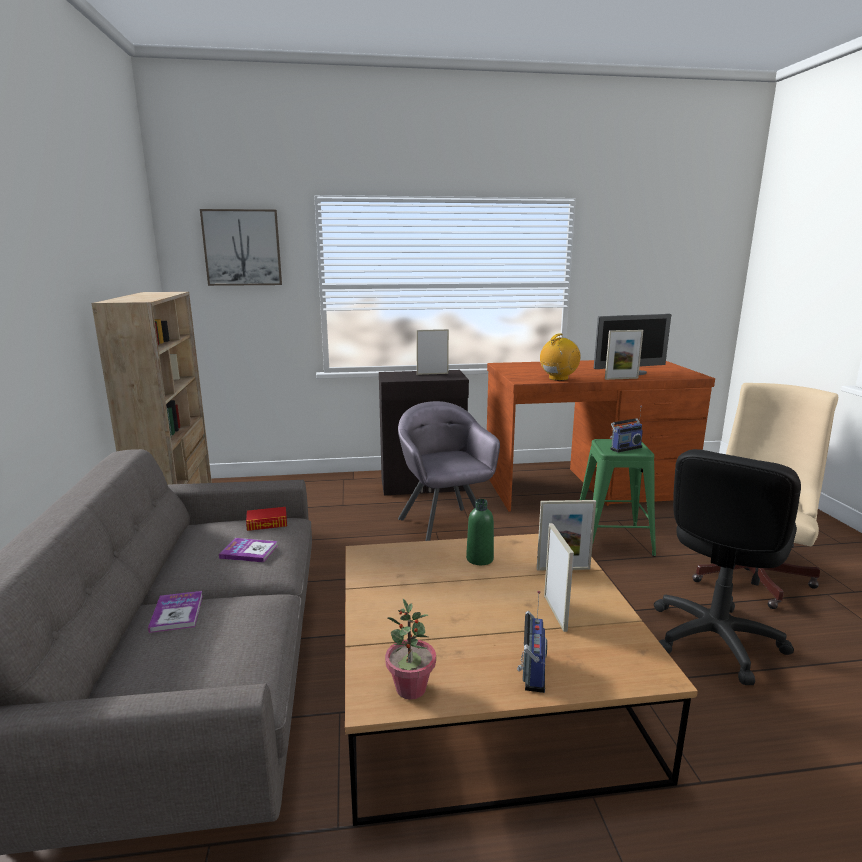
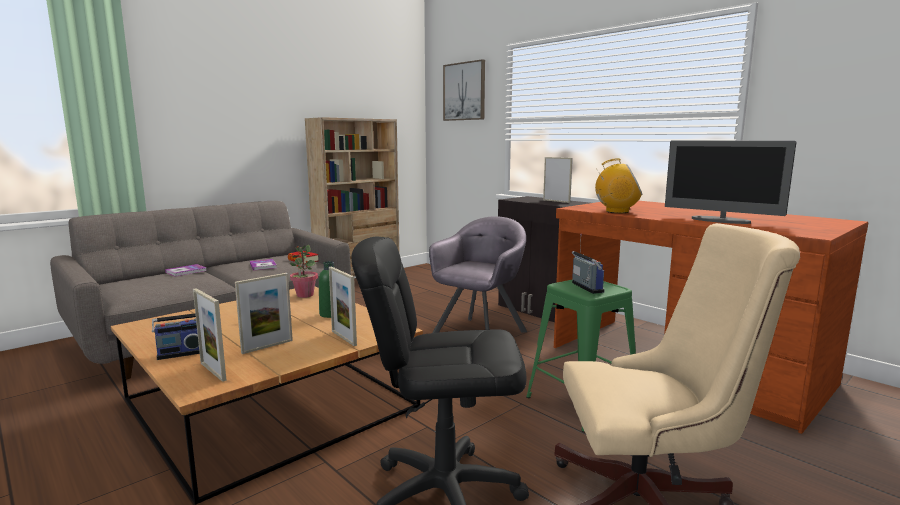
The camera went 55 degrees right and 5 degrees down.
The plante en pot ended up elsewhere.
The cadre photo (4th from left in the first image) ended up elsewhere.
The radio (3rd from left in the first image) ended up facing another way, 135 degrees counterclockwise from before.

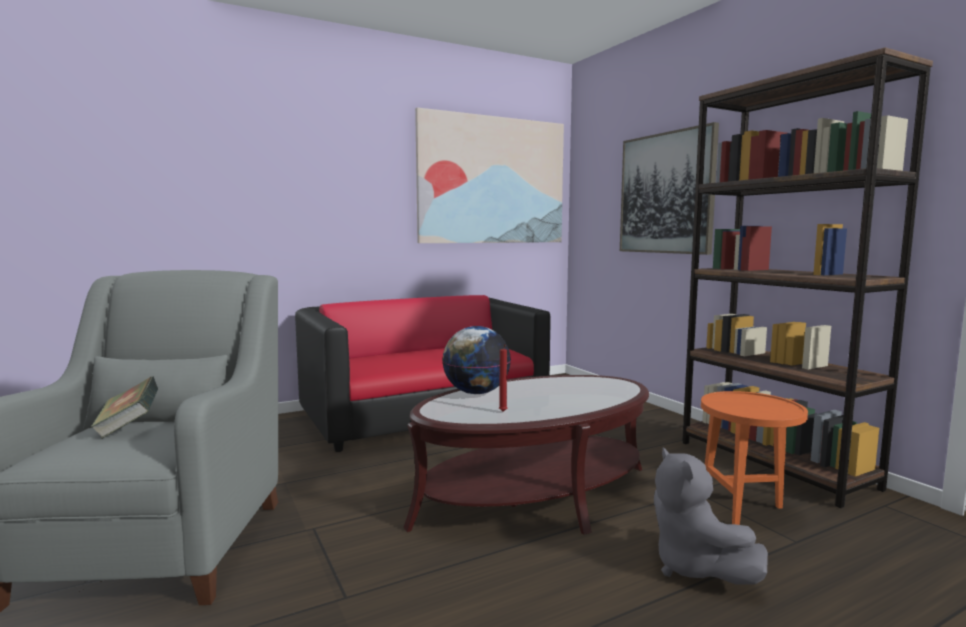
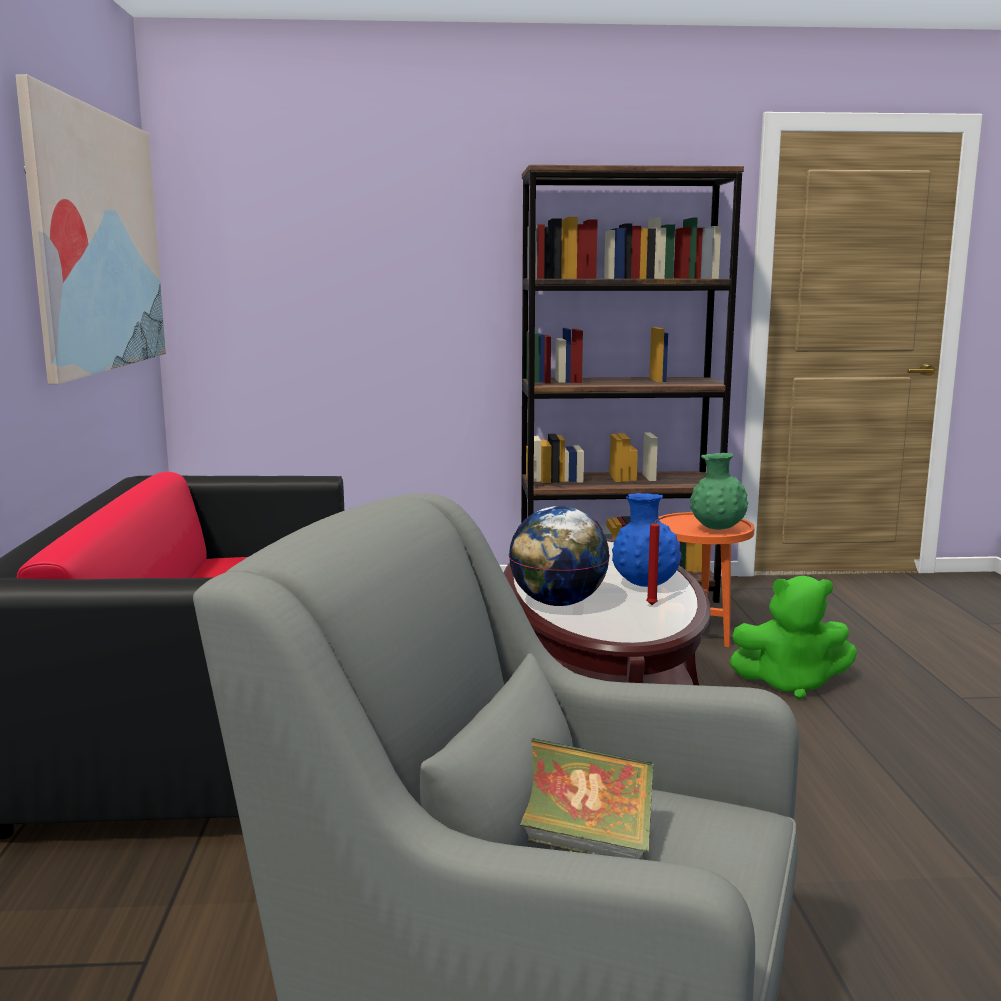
The camera went 65 degrees left and 5 degrees up.
The second view lost the tableau (2nd from left).
What was the peluche/gris turned into the peluche/vert.
The second view gained the vase/bleu.
The second view gained the vase/vert.

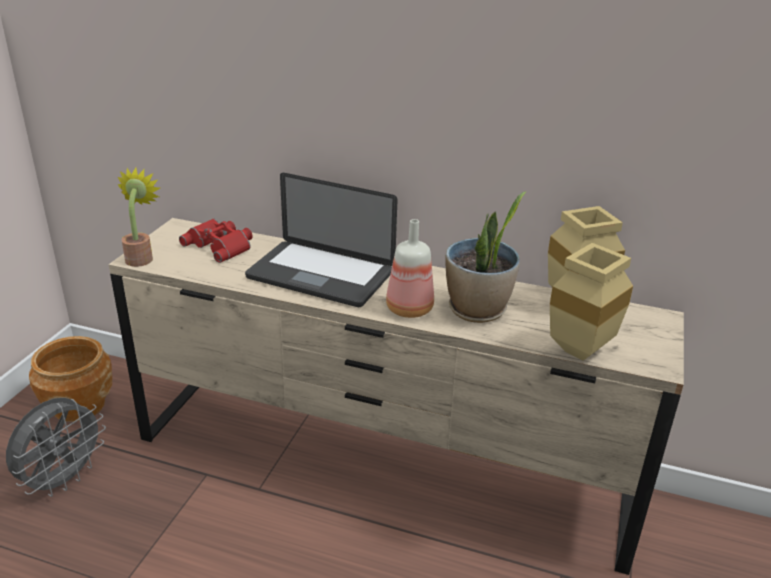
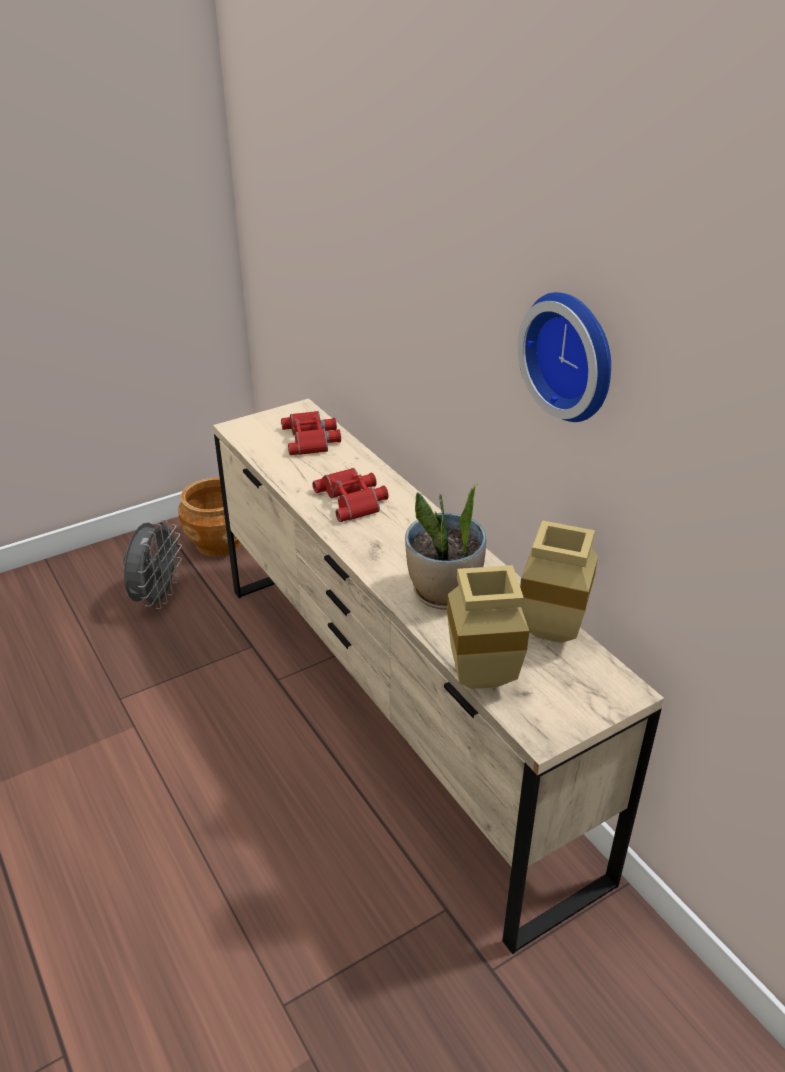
The camera went 40 degrees right and 5 degrees up.
The ventilateur/gris ended up facing another way, 60 degrees counterclockwise from before.
The second view lost the plante en pot (1st from left).
Where the ordinateur portable stood, the jumelles/rouge (2nd from left) came to stand.
The second view lost the bouteille.
The second view gained the horloge murale.

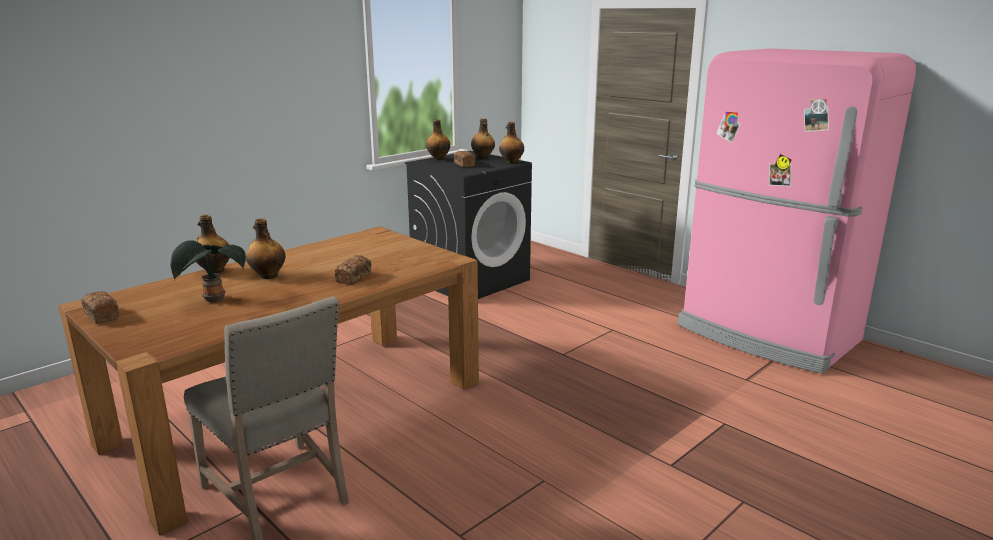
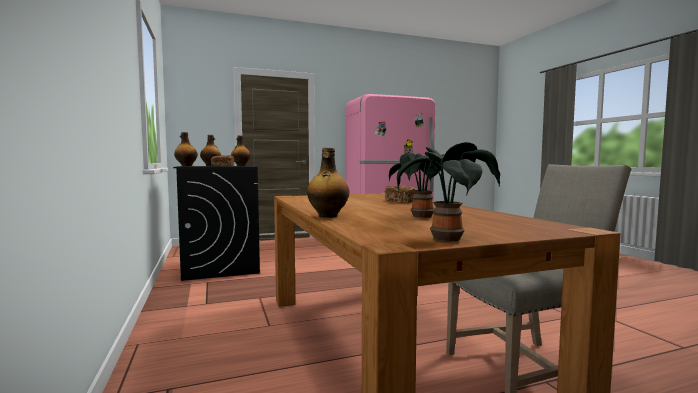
The camera went 65 degrees left and 15 degrees down.
Where the pain (1st from left) stood, the plante en pot (2nd from left) came to stand.
The second view lost the bouteille (2nd from left).

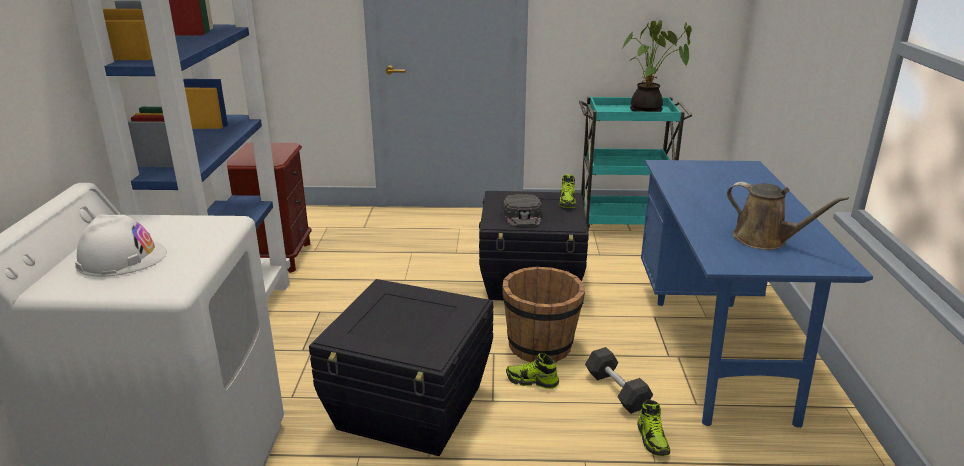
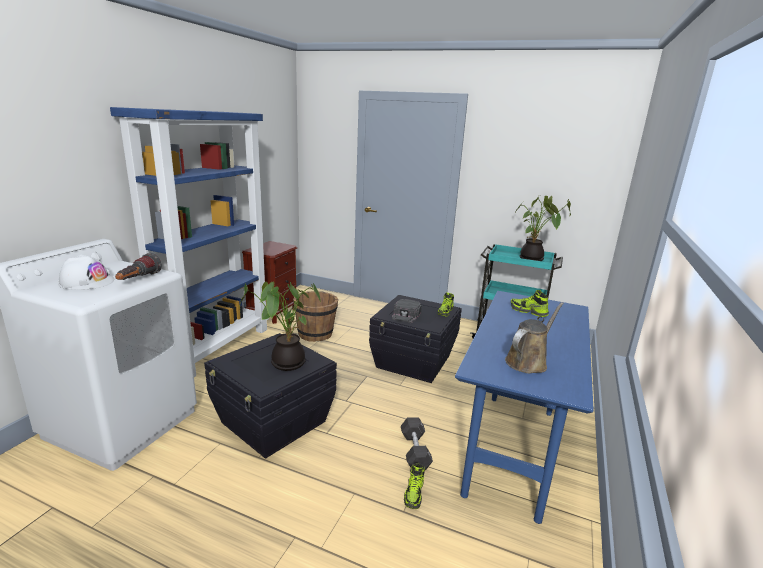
The camera went 20 degrees right and 5 degrees down.
The seau/marron ended up elsewhere.
The chaussure (1st from left in the first image) ended up elsewhere.
The arrosoir/marron ended up facing another way, 105 degrees counterclockwise from before.
The second view gained the lampe de poche.
The second view gained the plante en pot (1st from left).

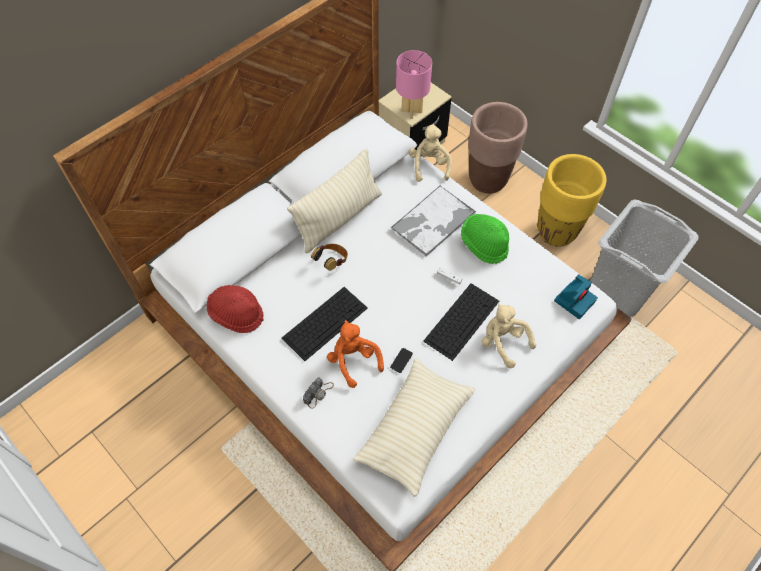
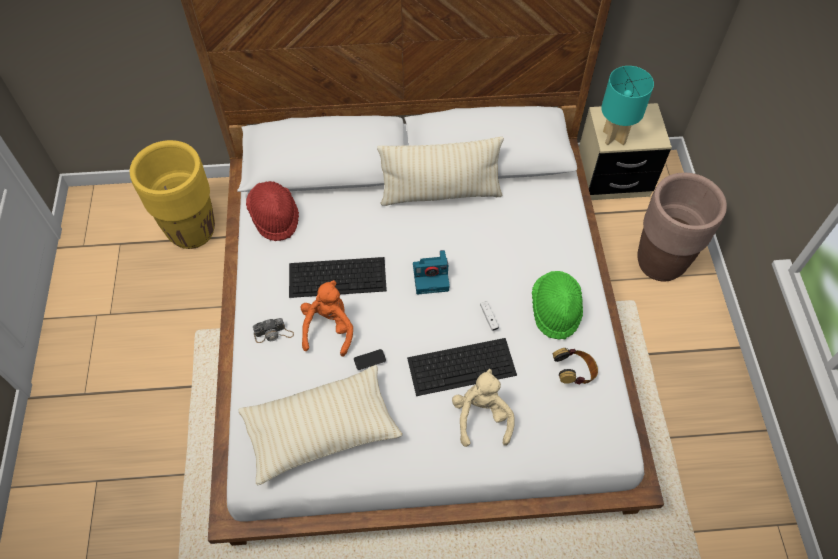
The camera went 40 degrees right and 0 degrees up.
The casque audio ended up elsewhere.
The second view lost the plateau.
What was the lampe de table/rose turned into the lampe de table/turquoise.
The second view lost the peluche/beige (1st from left).
The cache-pot/jaune ended up elsewhere.
The appareil photo (2nd from left) ended up elsewhere.
The second view lost the panier à linge/gris.

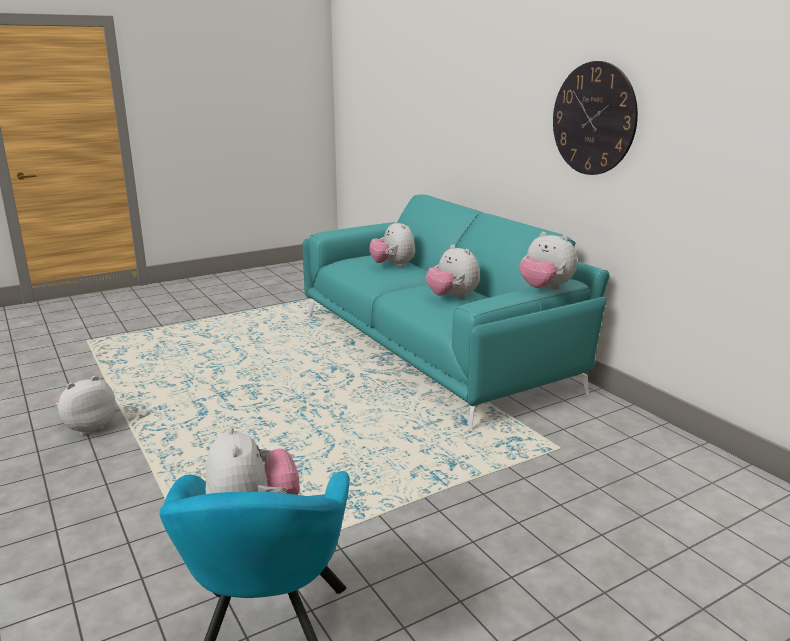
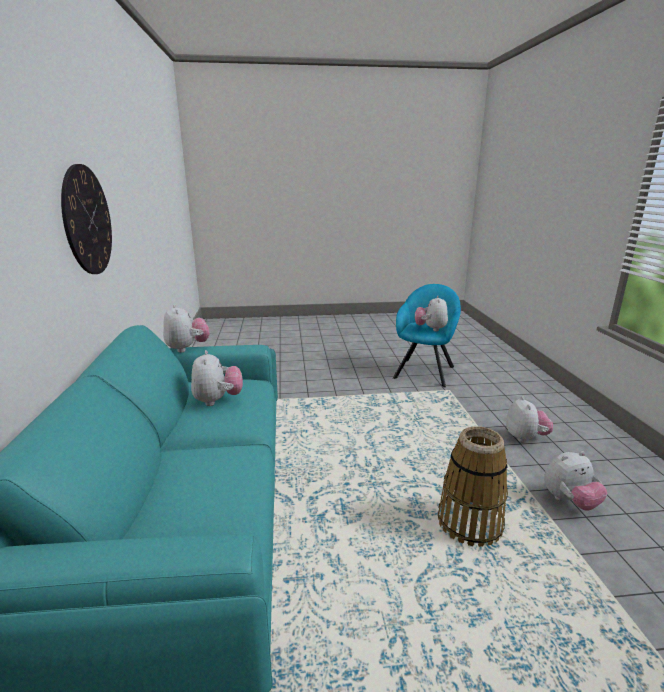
The camera went 155 degrees left and 0 degrees up.
The peluche (3rd from left in the first image) ended up elsewhere.
The second view gained the panier.

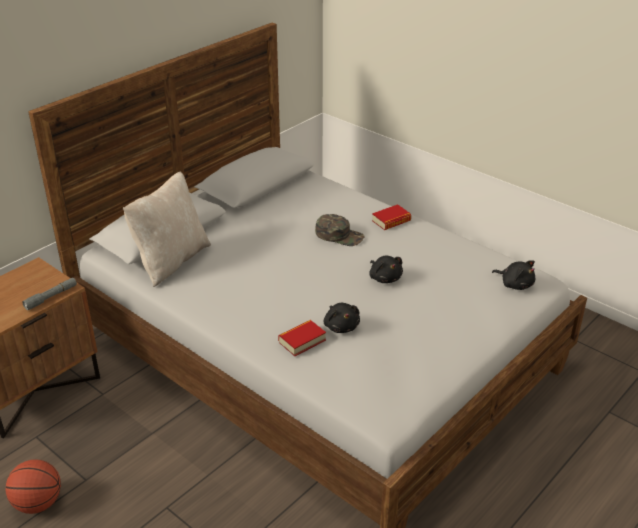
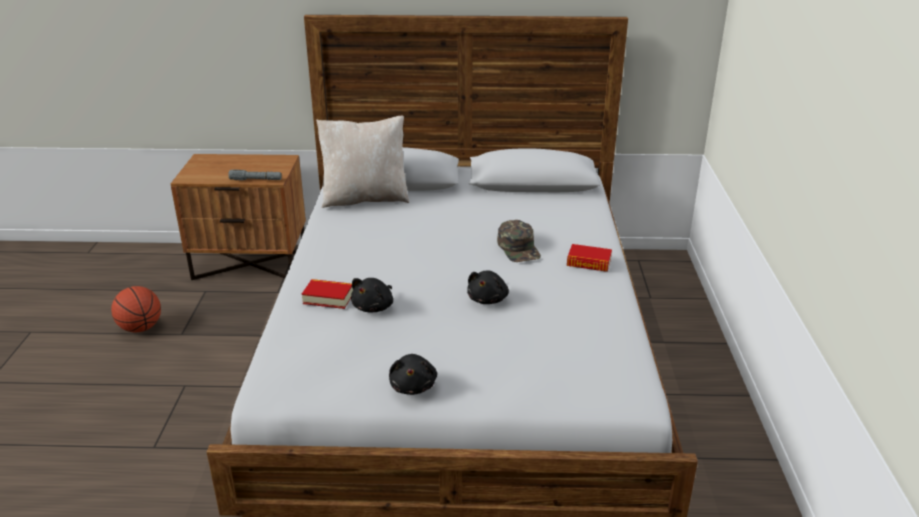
The camera went 50 degrees right and 5 degrees down.
The peluche/noir (3rd from left in the first image) ended up elsewhere.

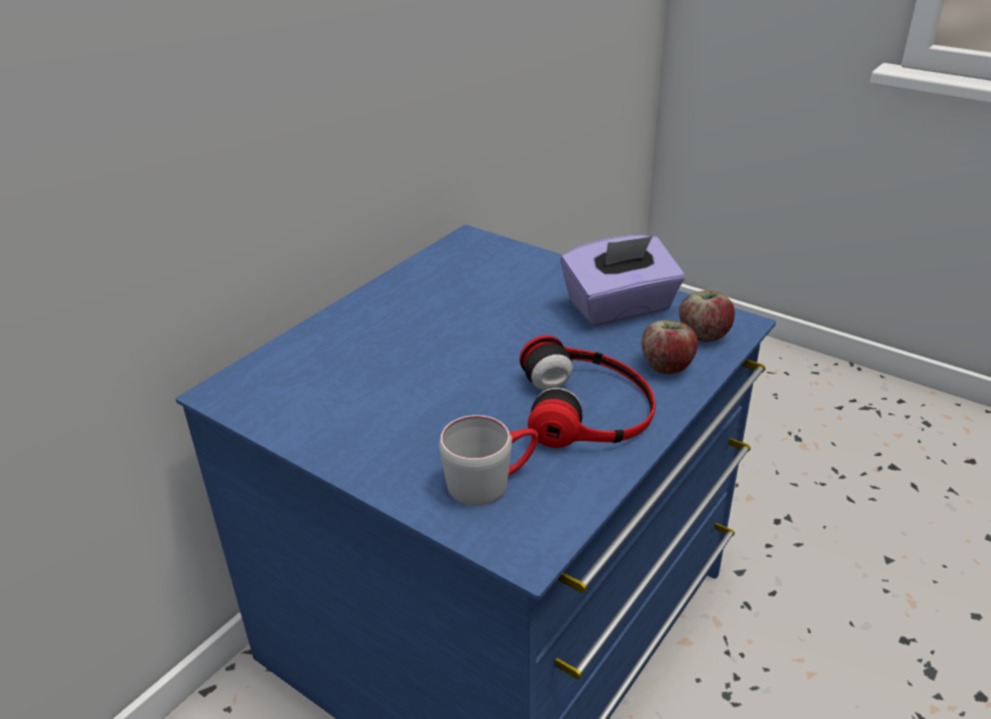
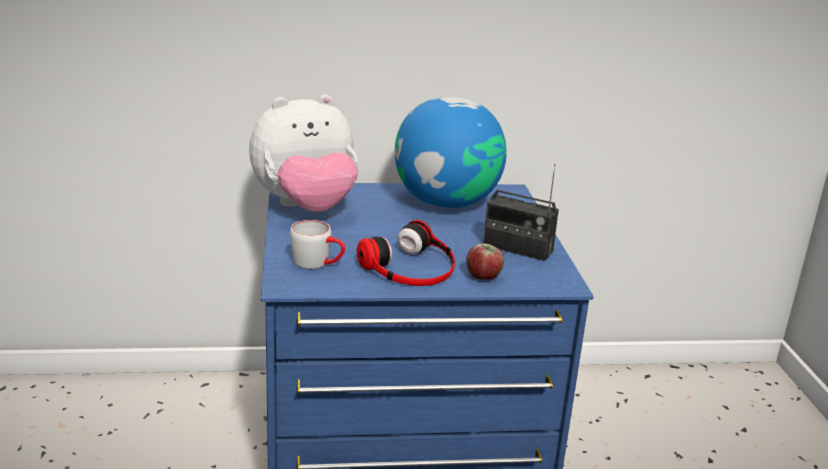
The camera went 45 degrees right and 10 degrees down.
Where the boîte à mouchoirs/violet stood, the radio came to stand.
The second view lost the pomme (2nd from left).
The second view gained the peluche.
The second view gained the globe.

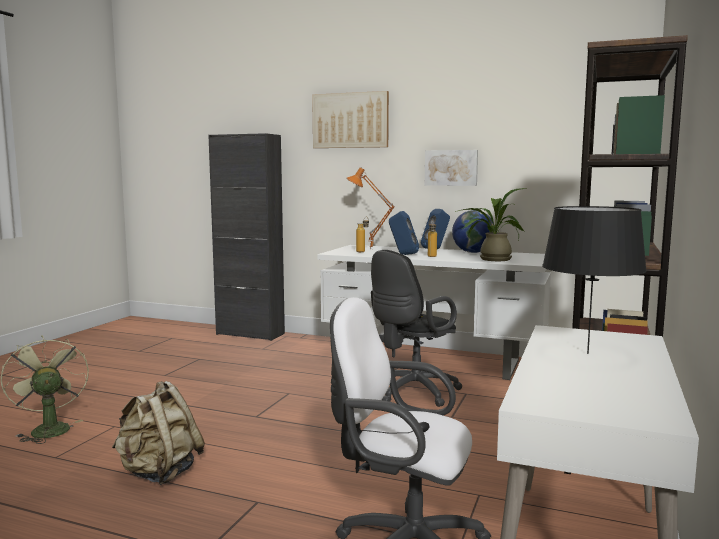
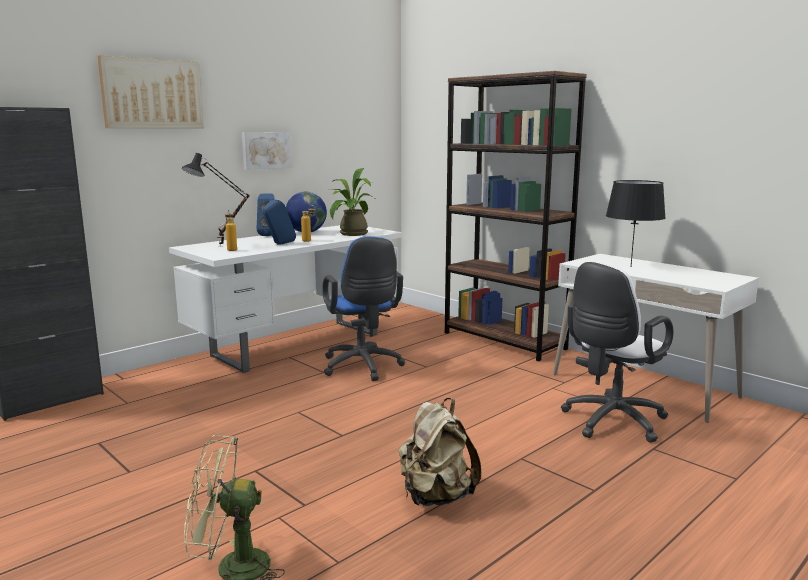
The camera went 65 degrees left and 5 degrees up.
What was the lampe de table/orange turned into the lampe de table/noir (1st from left).
What was the chaise de bureau/noir turned into the chaise de bureau/bleu.

